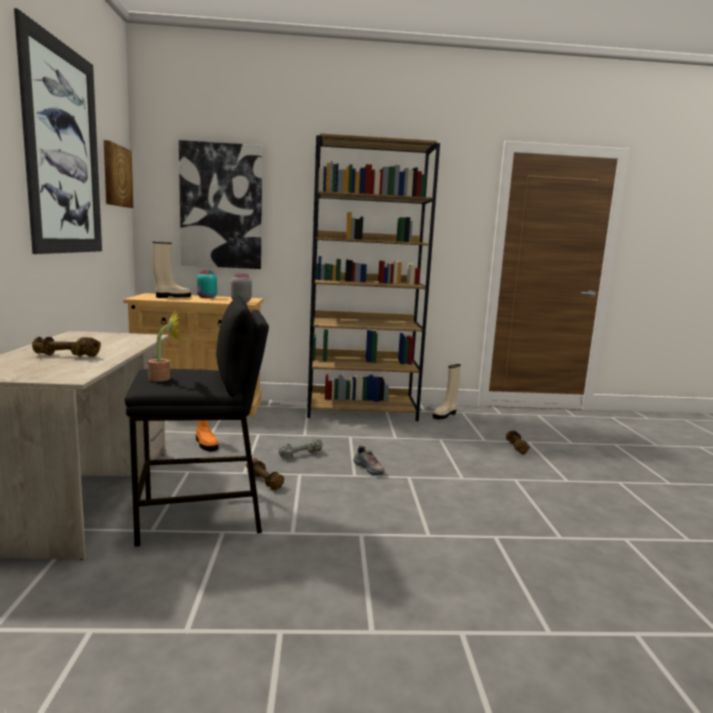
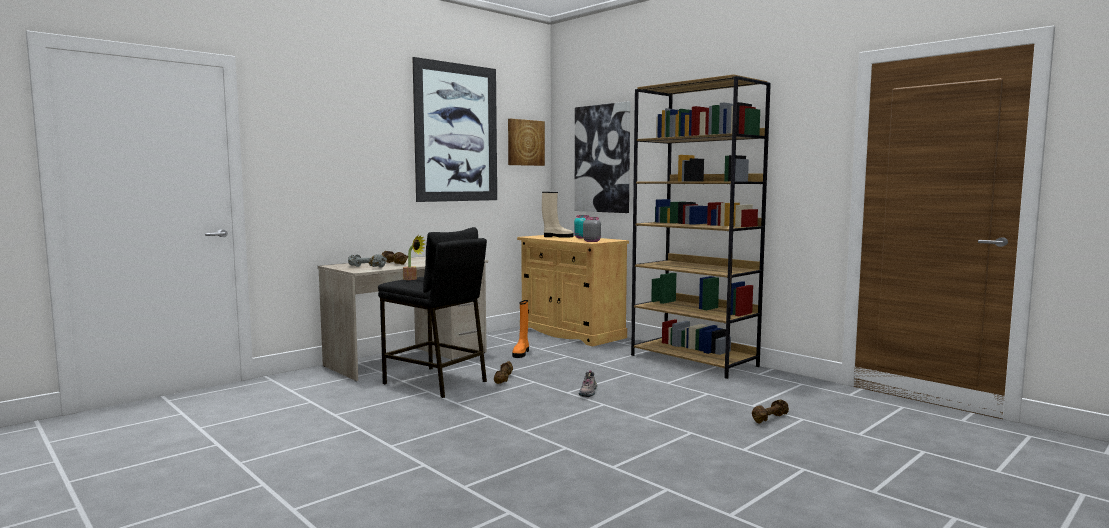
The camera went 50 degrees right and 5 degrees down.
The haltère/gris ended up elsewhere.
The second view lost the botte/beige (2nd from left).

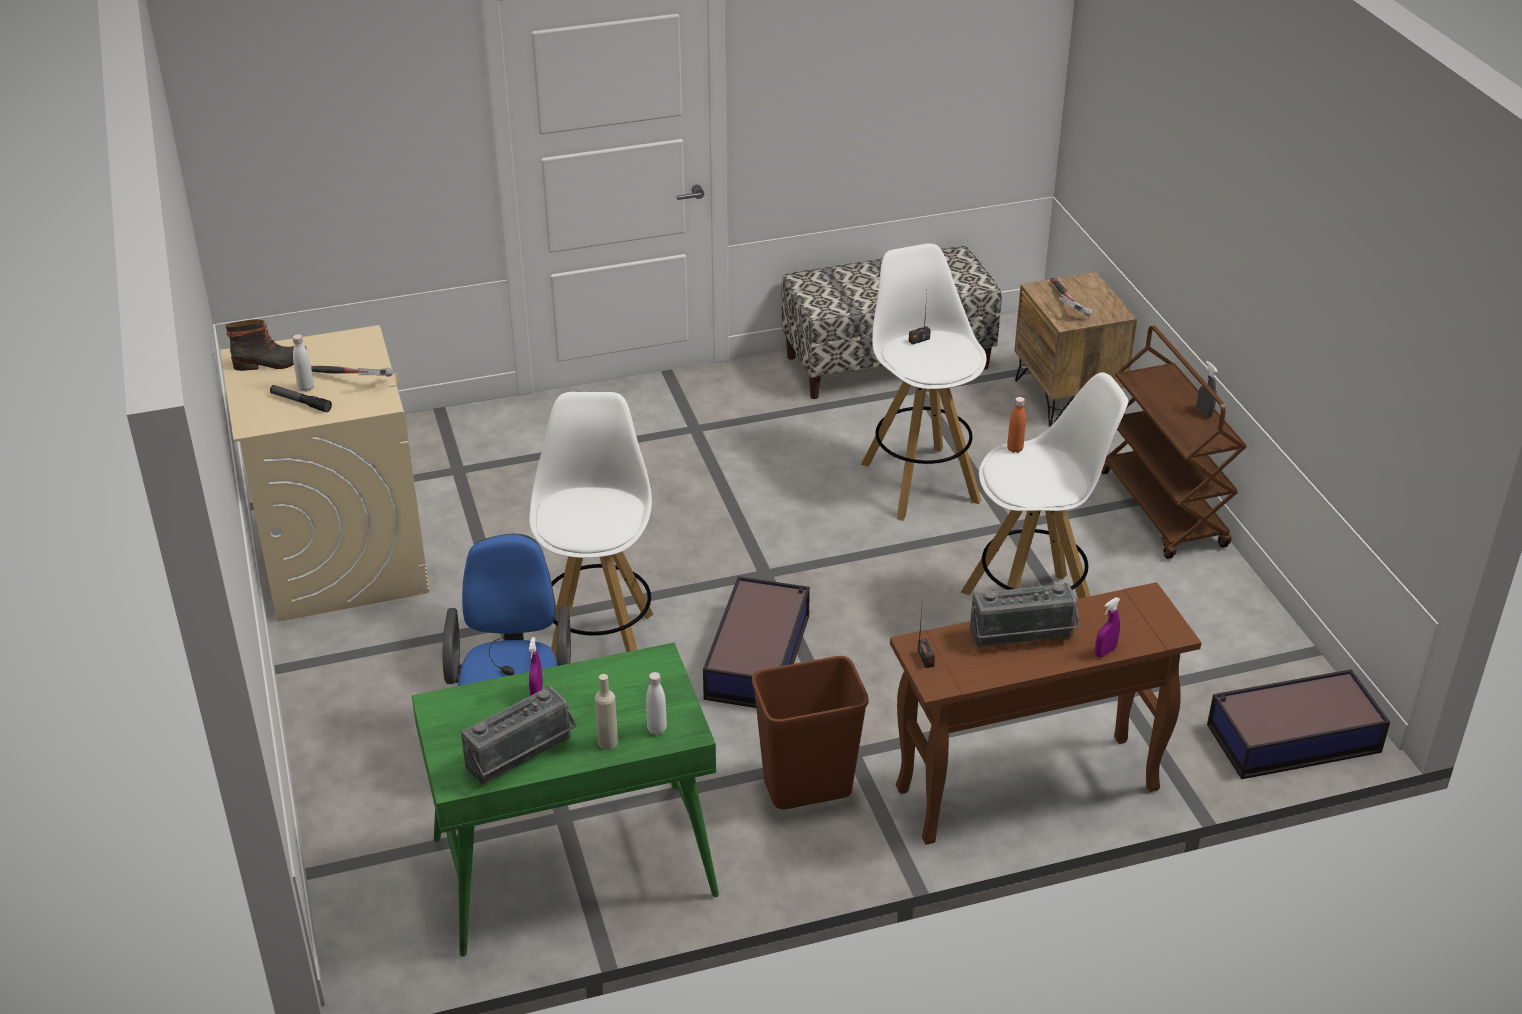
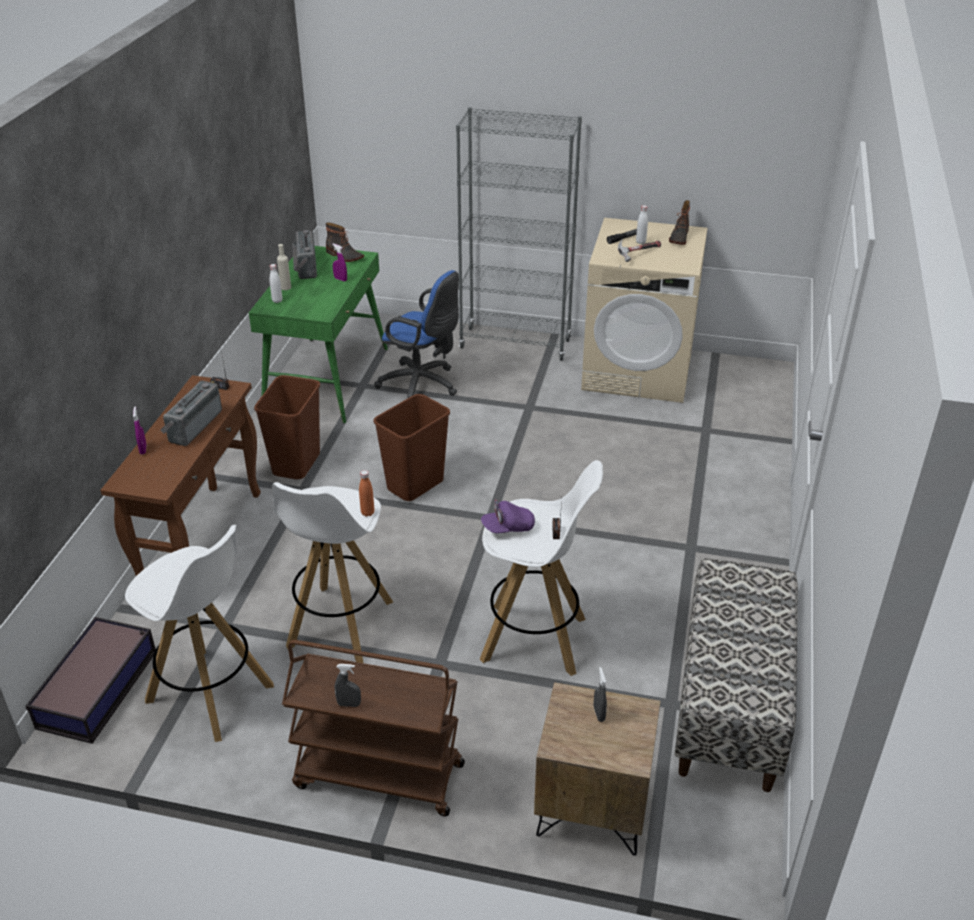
The camera went 120 degrees right and 0 degrees up.
The tabouret/blanc (1st from left) ended up elsewhere.
Where the boîte de rangement (1st from left) stood, the poubelle/marron (2nd from left) came to stand.
Where the marteau (2nd from left) stood, the vaporisateur/gris (2nd from left) came to stand.
The second view gained the botte (1st from left).
The second view gained the bibliothèque/gris.
The second view gained the casquette/violet.

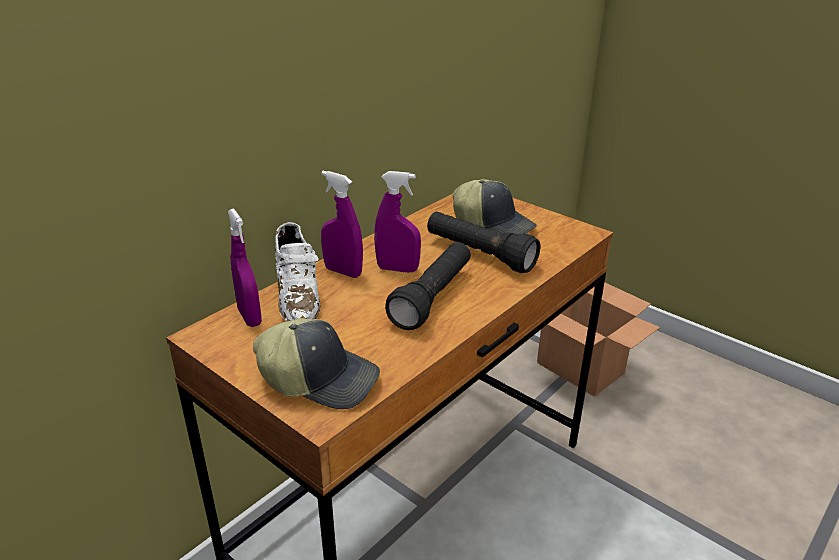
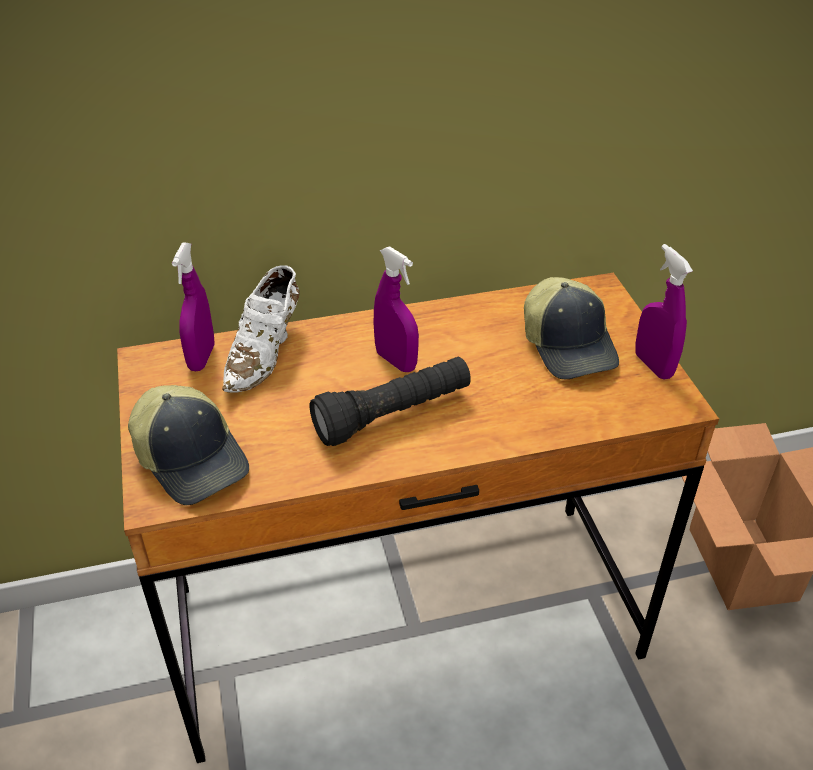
The camera went 35 degrees right and 10 degrees up.
The vaporisateur/violet (2nd from left in the first image) ended up elsewhere.
The second view lost the lampe de poche/noir (2nd from left).

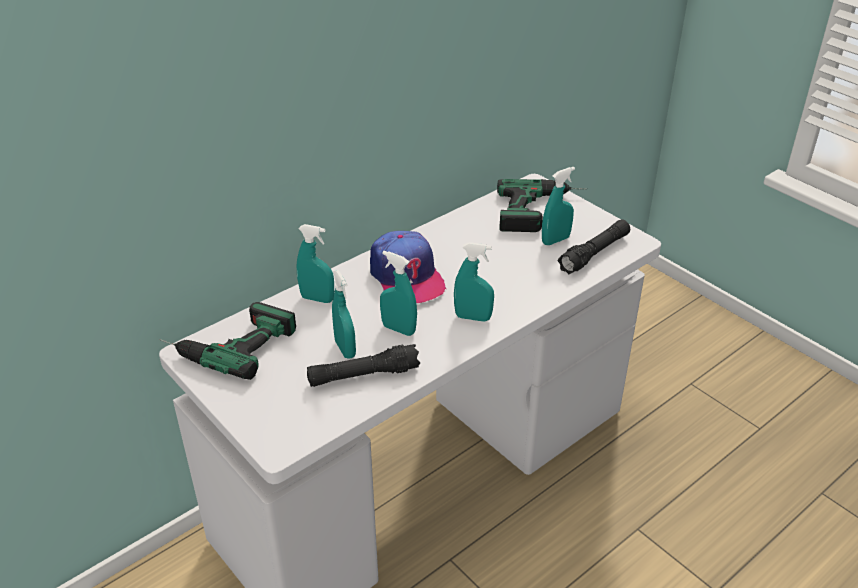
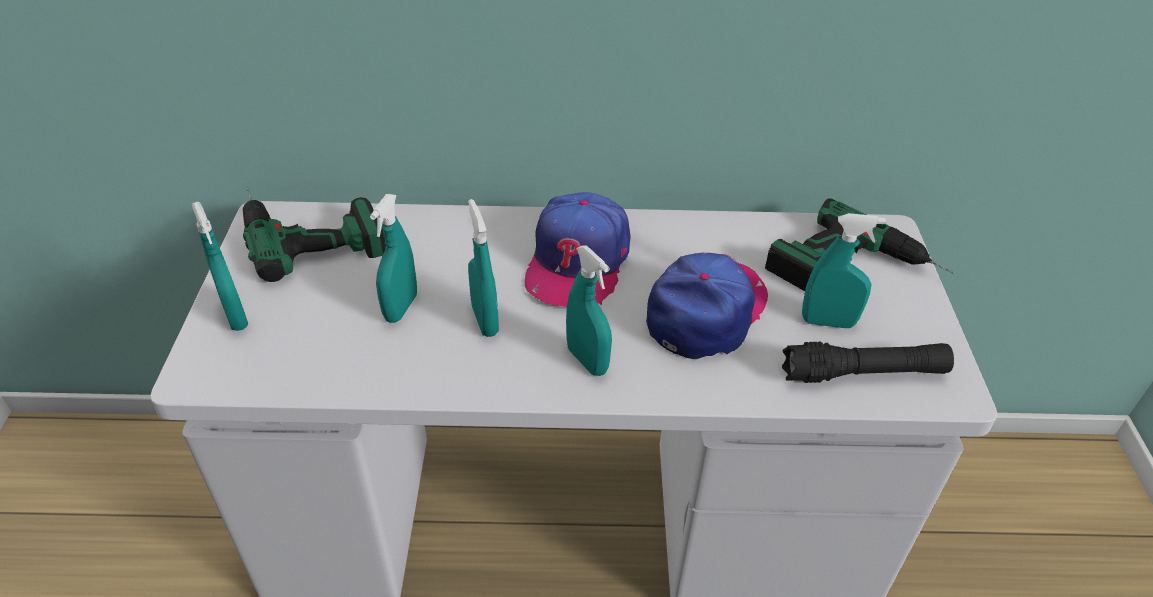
The camera went 40 degrees right and 5 degrees up.
The vaporisateur/turquoise (1st from left) ended up elsewhere.
The second view lost the lampe de poche/noir (1st from left).
The second view gained the casquette (2nd from left).

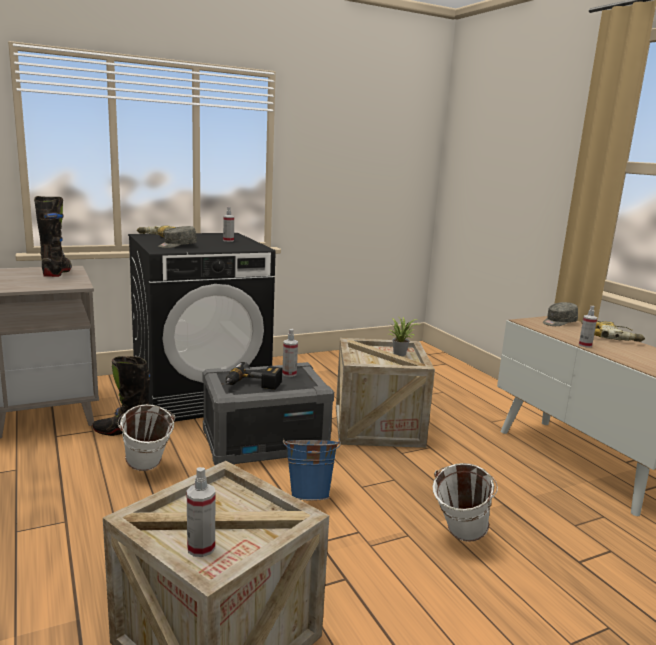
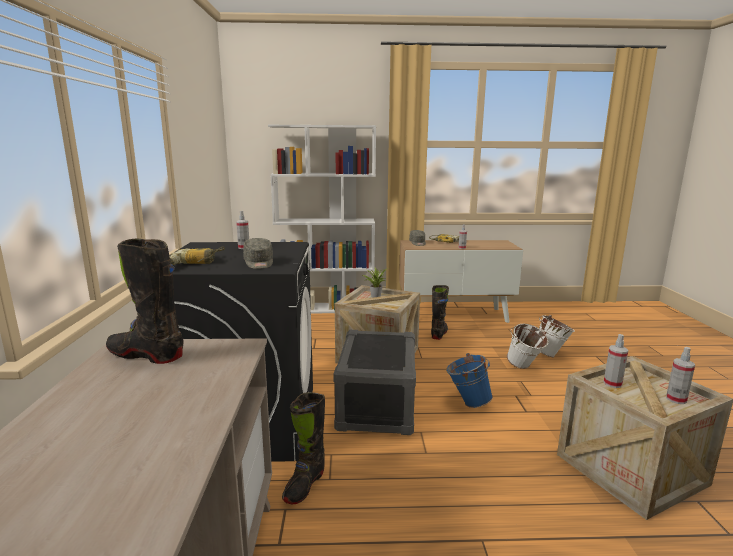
The camera went 65 degrees left and 0 degrees up.
The seau/blanc (1st from left in the first image) ended up elsewhere.
The second view lost the perceuse (2nd from left).
The vaporisateur (3rd from left) ended up elsewhere.
The second view gained the bibliothèque/blanc.
The second view gained the botte/noir (3rd from left).

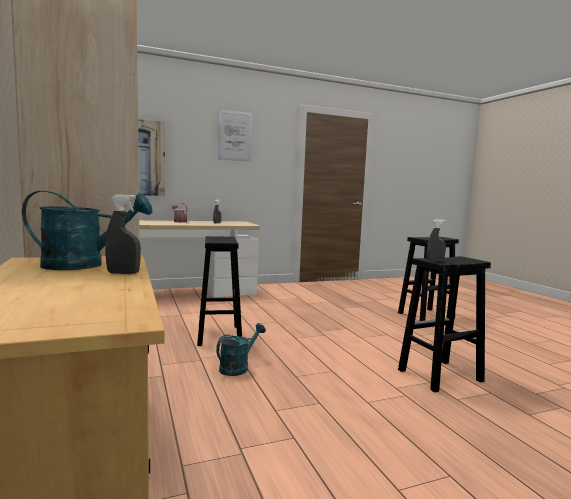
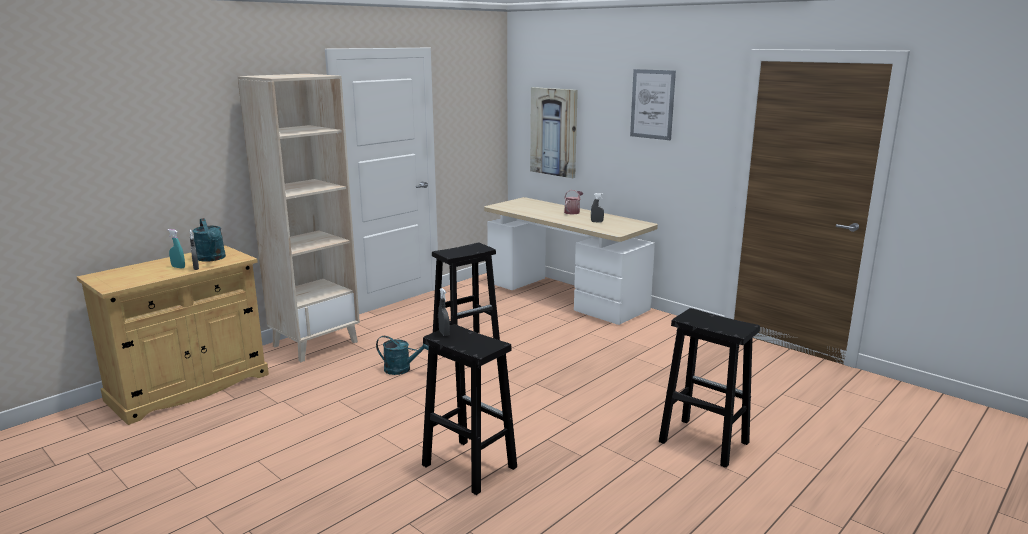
The camera went 65 degrees right and 10 degrees up.
The second view gained the vaporisateur/turquoise.

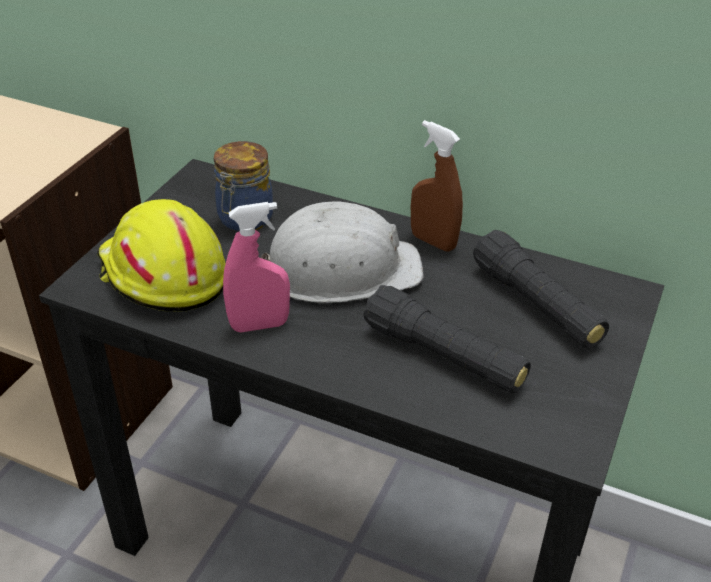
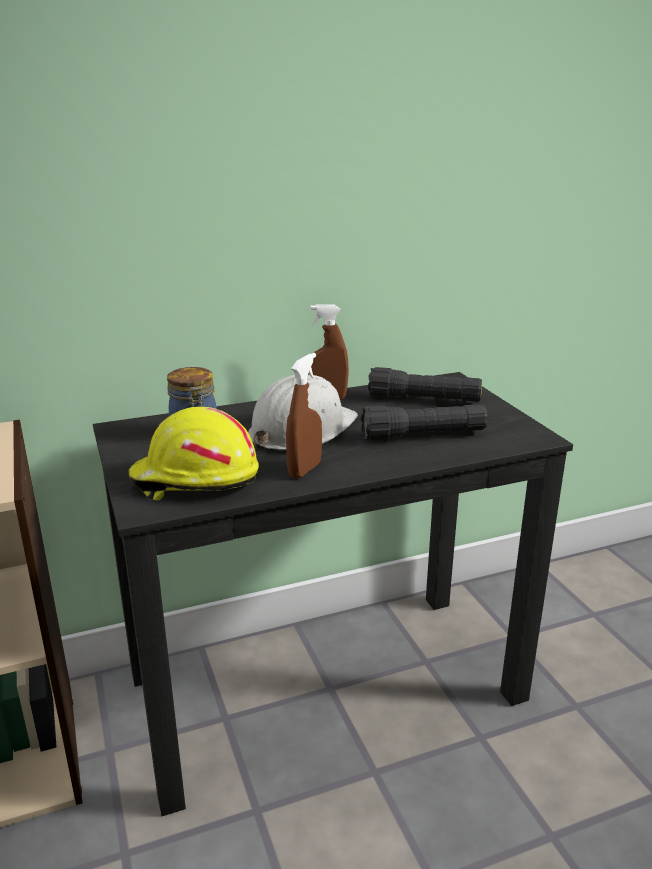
The camera went 45 degrees left and 15 degrees down.
What was the vaporisateur/rose turned into the vaporisateur/marron (1st from left).

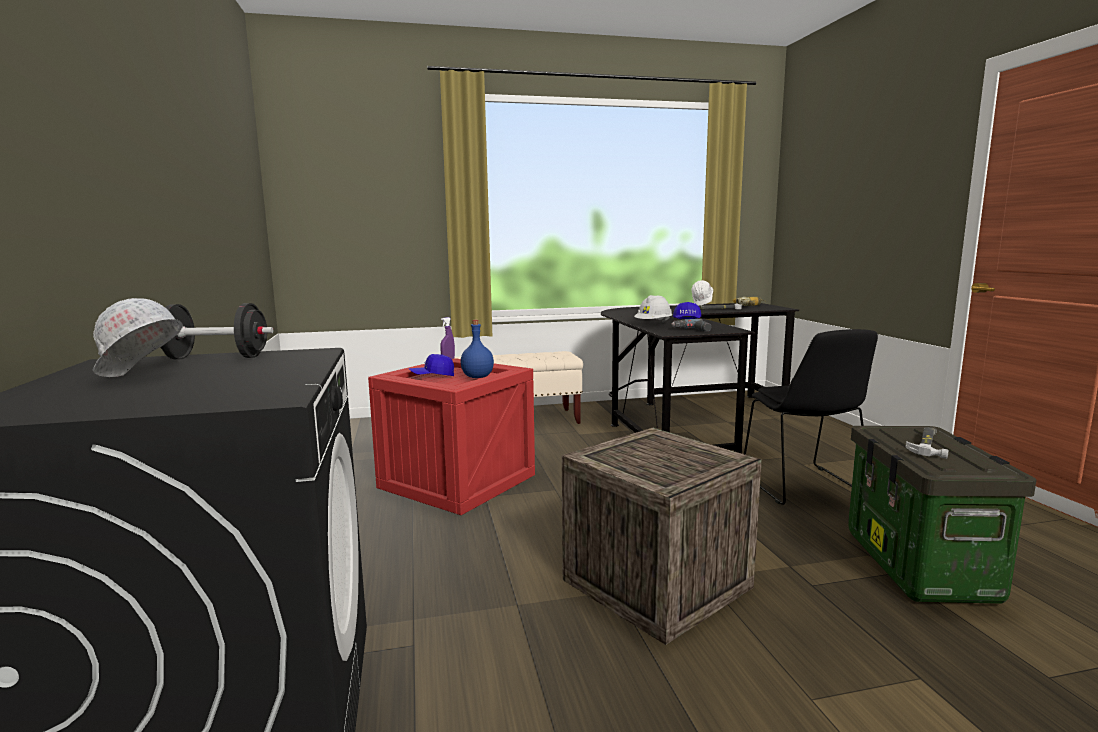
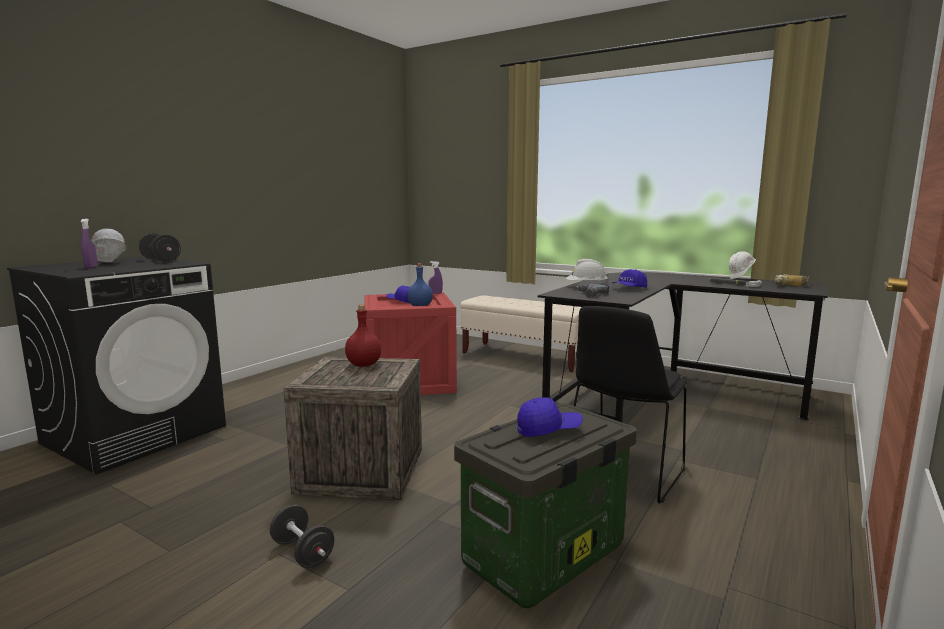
The camera went 45 degrees right and 0 degrees up.
Where the marteau (2nd from left) stood, the casquette/bleu (2nd from left) came to stand.
The second view gained the vaporisateur/violet (1st from left).
The second view gained the haltère/noir (2nd from left).
The second view gained the bouteille/rouge.

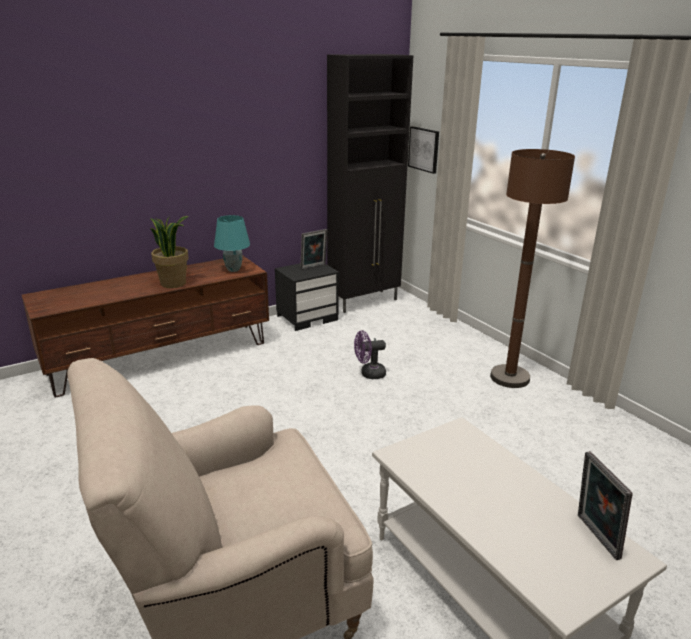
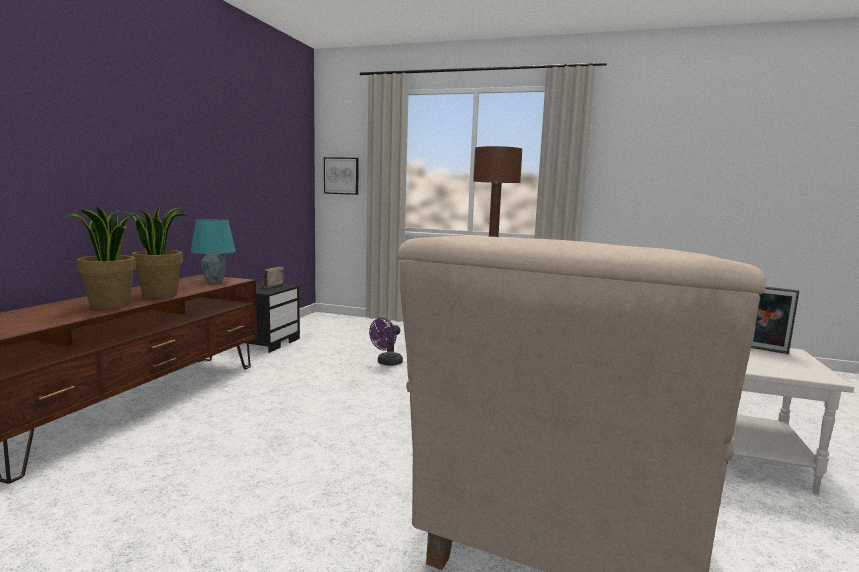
The camera went 40 degrees left and 15 degrees down.
Where the cadre photo (1st from left) stood, the radio came to stand.
The second view lost the meuble de rangement/noir.
The second view gained the plante en pot (1st from left).

